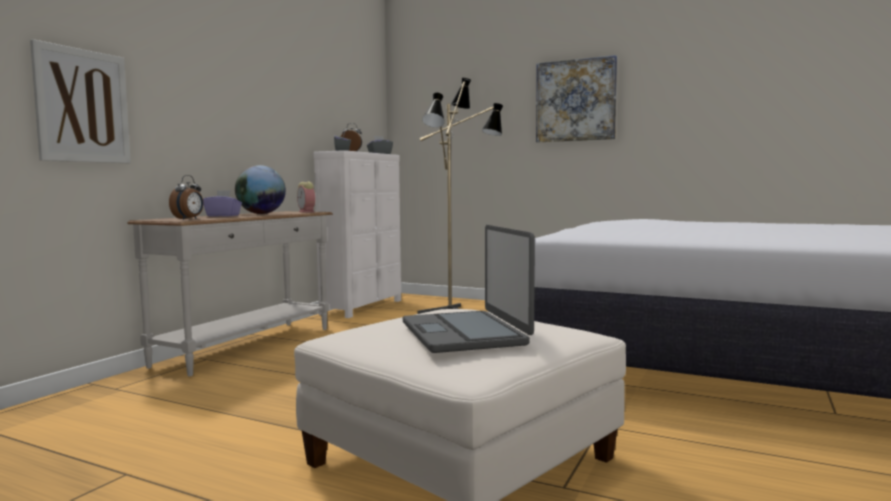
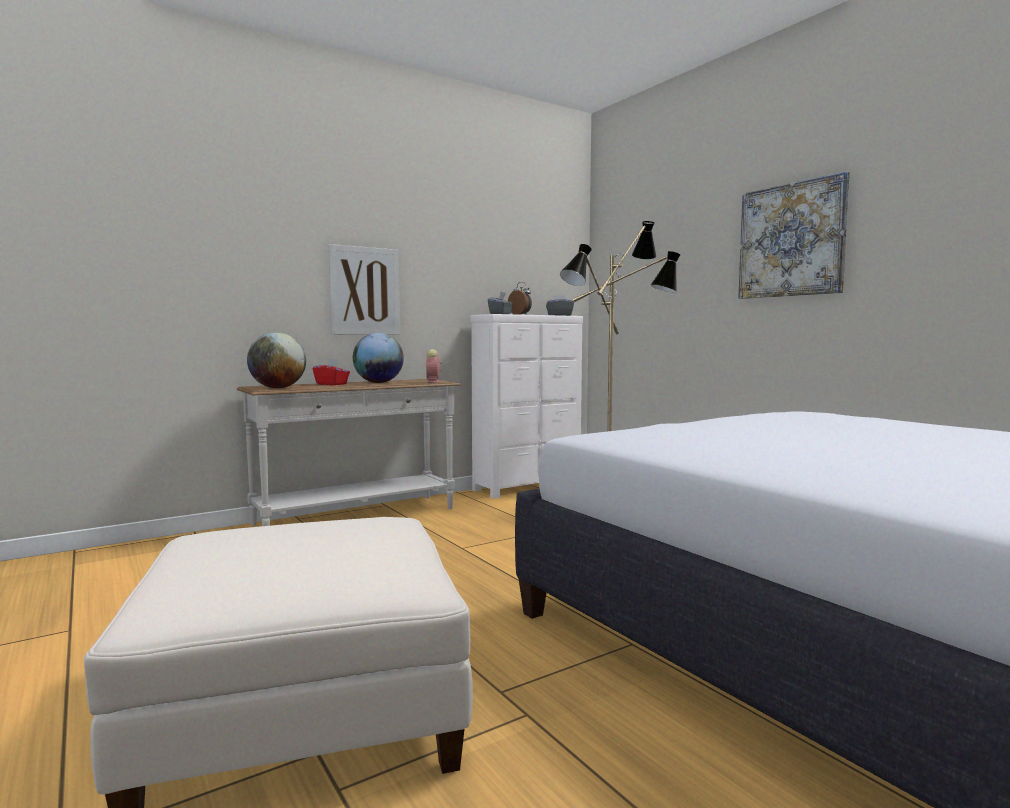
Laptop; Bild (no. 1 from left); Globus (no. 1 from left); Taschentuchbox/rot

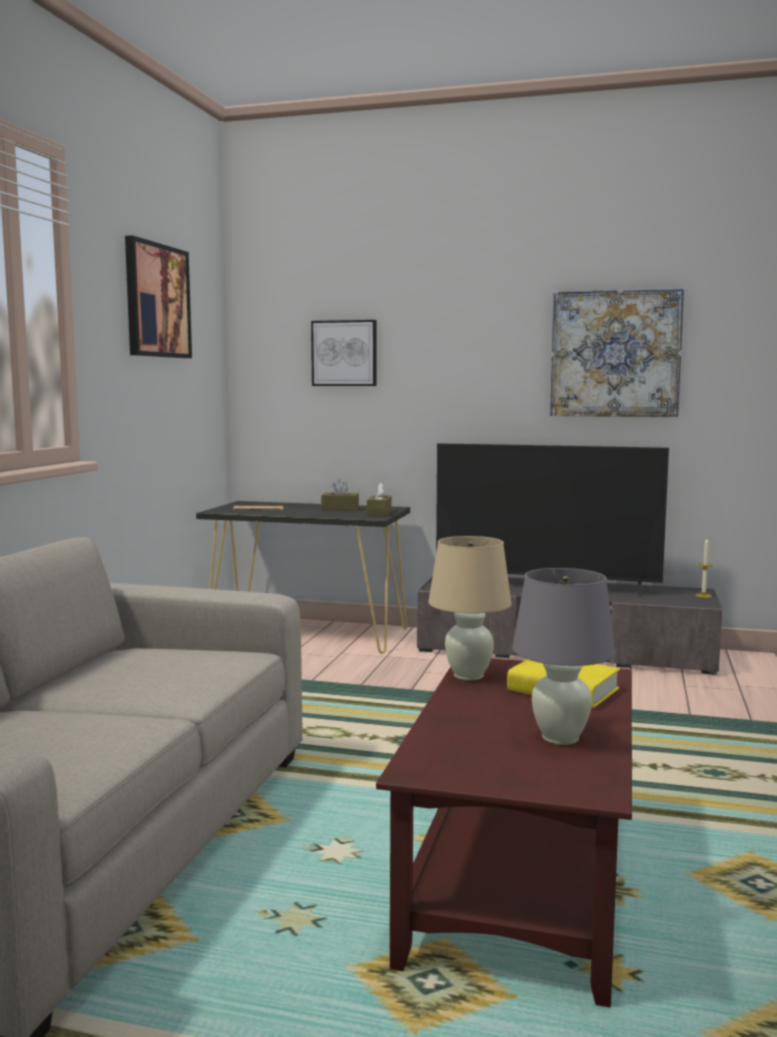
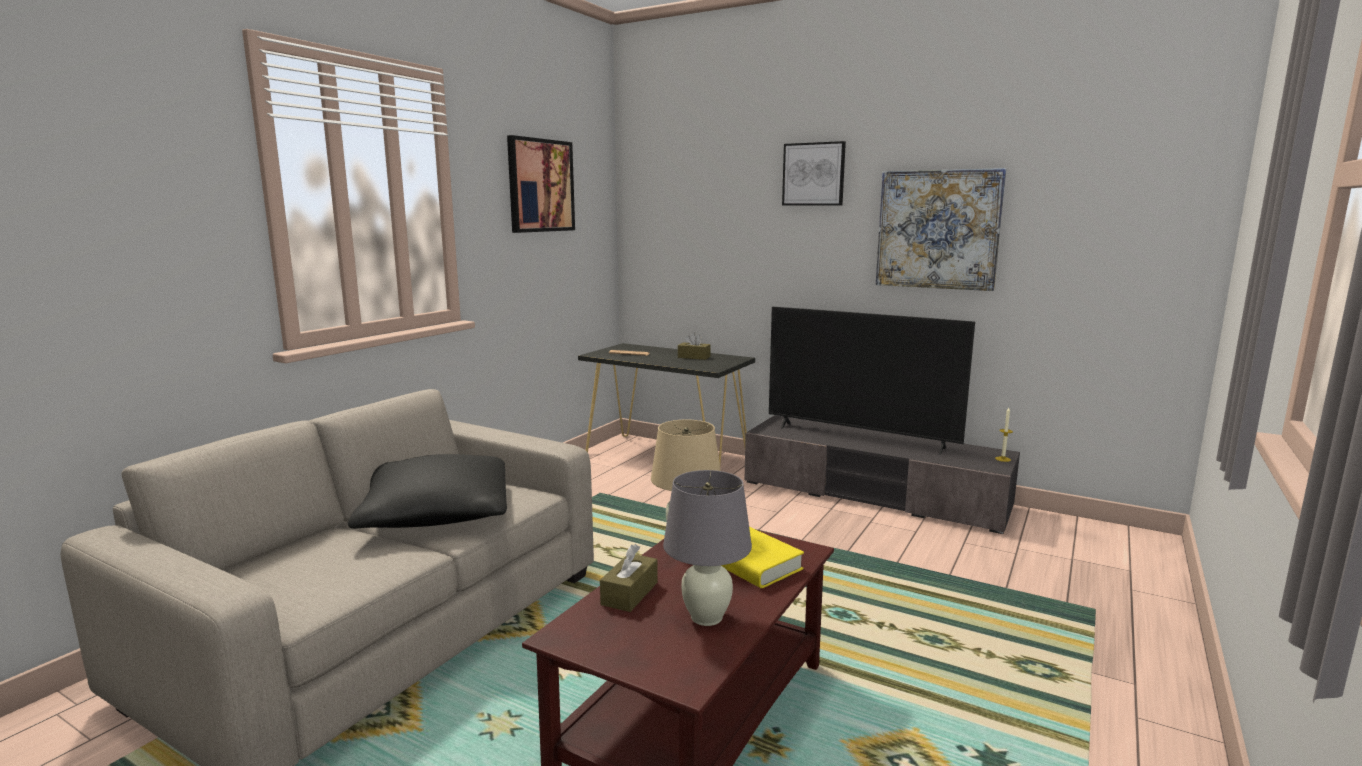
Kissen/schwarz; Bild (no. 2 from left); Taschentuchbox/braun (no. 1 from left)

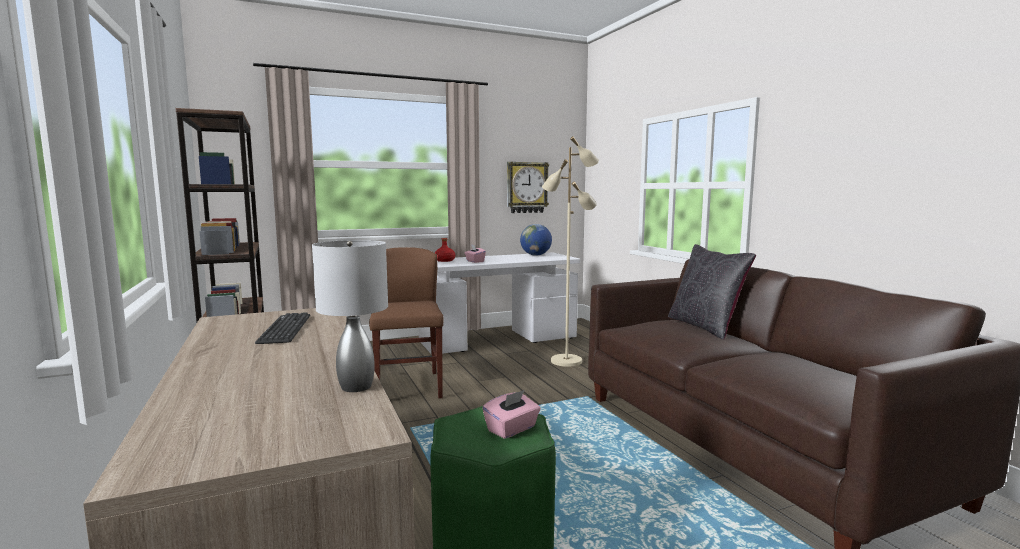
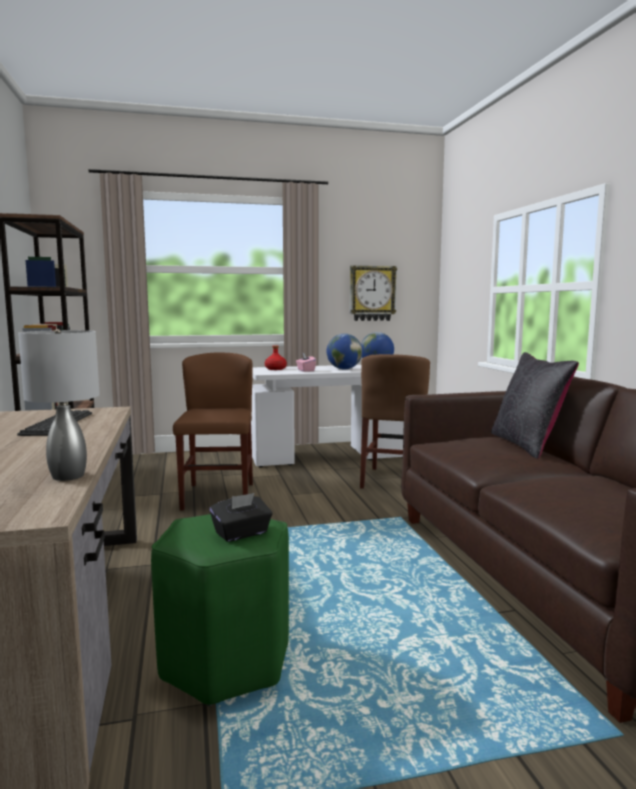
Globus (no. 1 from left); Stuhl/braun (no. 2 from left); Taschentuchbox/schwarz

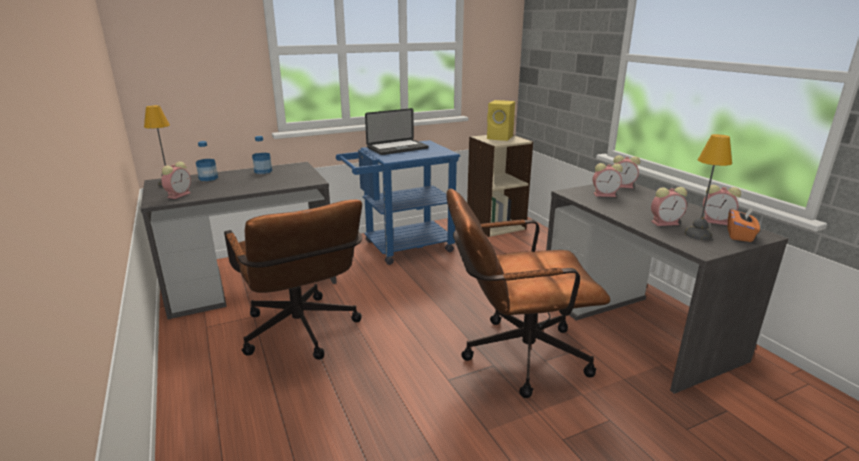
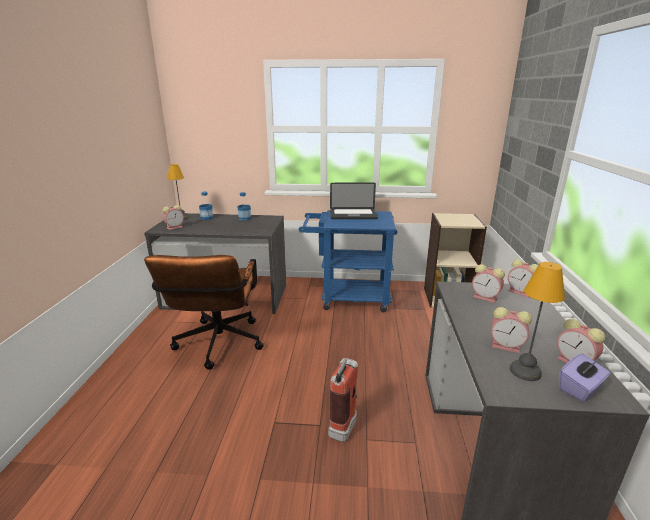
Lautsprecher/gelb; Feuerlöscher; Taschentuchbox/lila

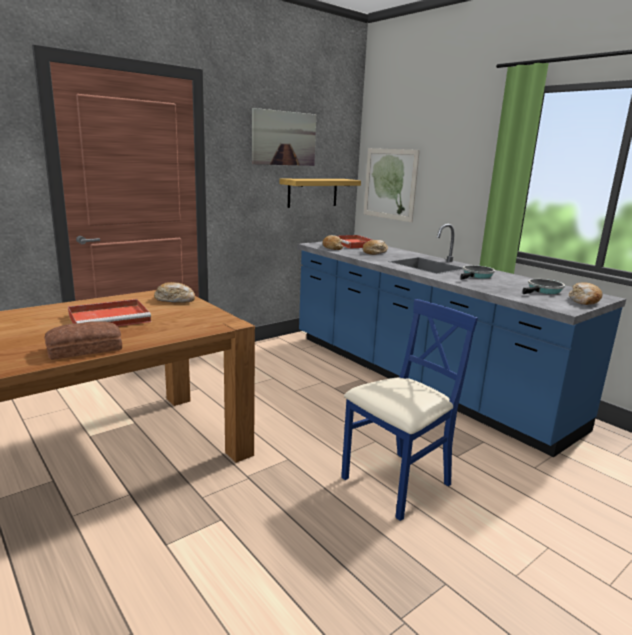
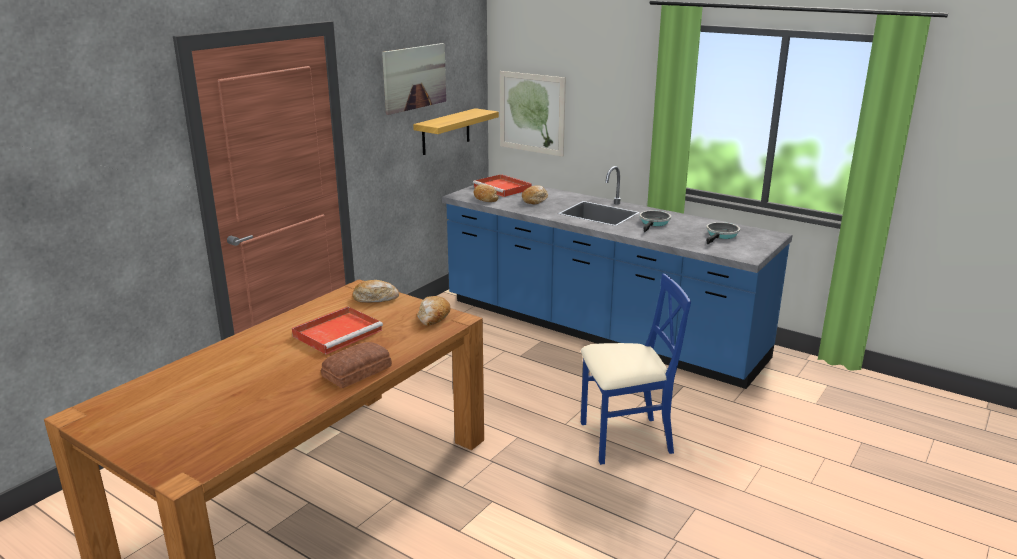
Brot (no. 3 from left); Stuhl/blau

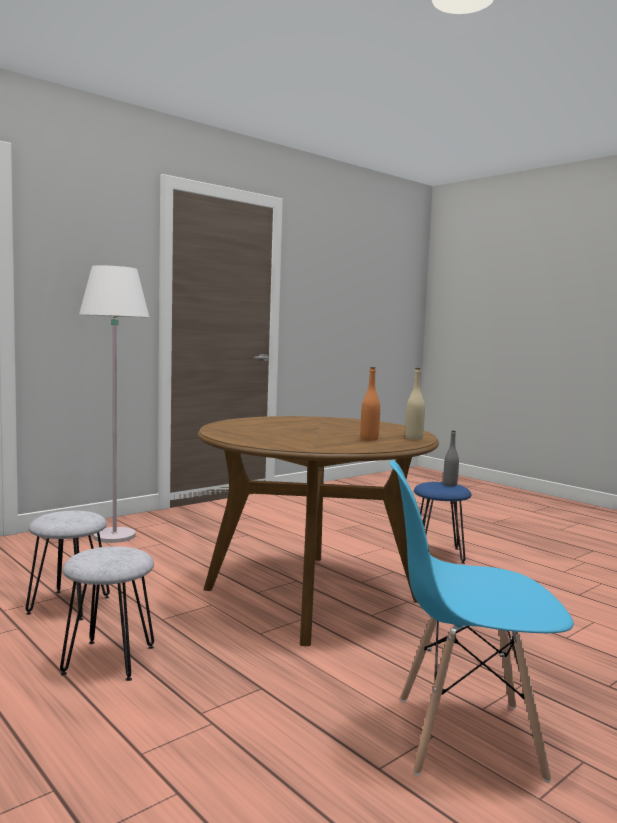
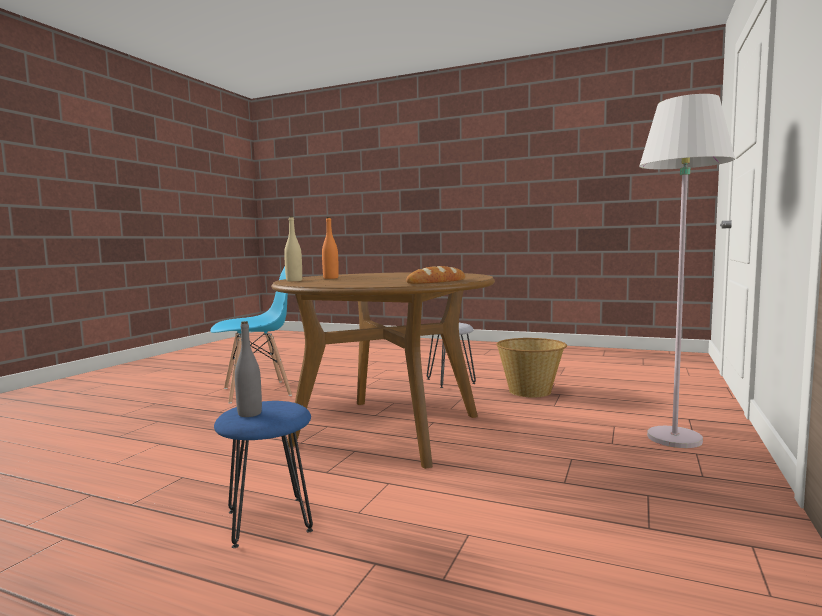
Brot; Korb

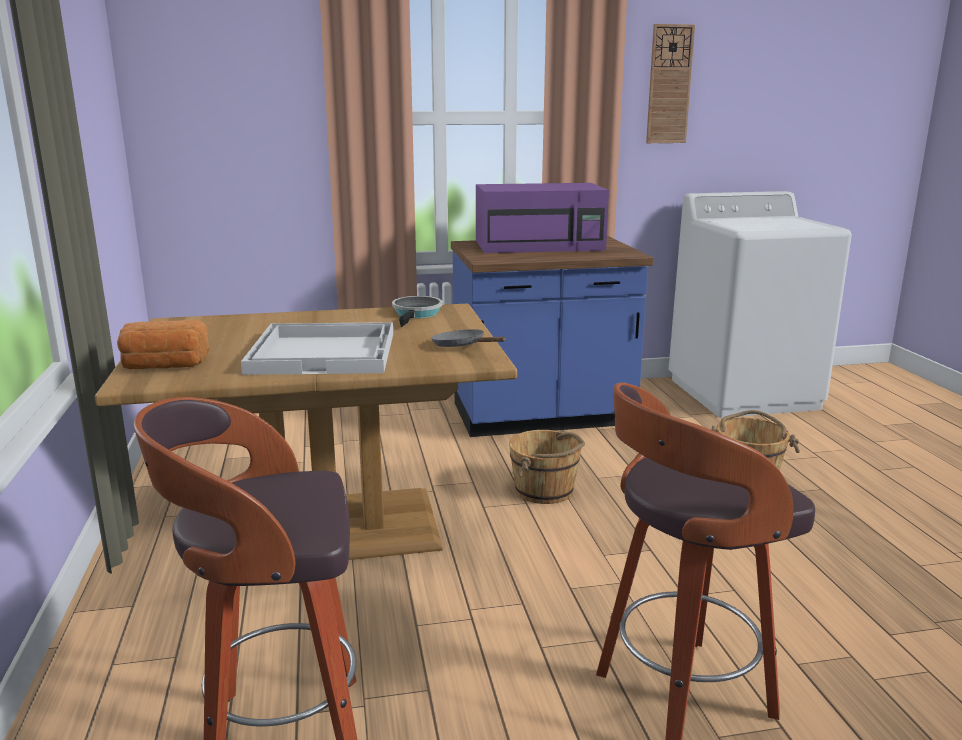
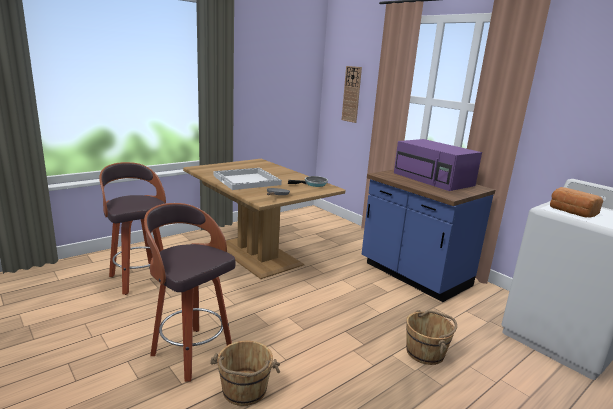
Brot; Eimer/braun (no. 1 from left); Wanduhr

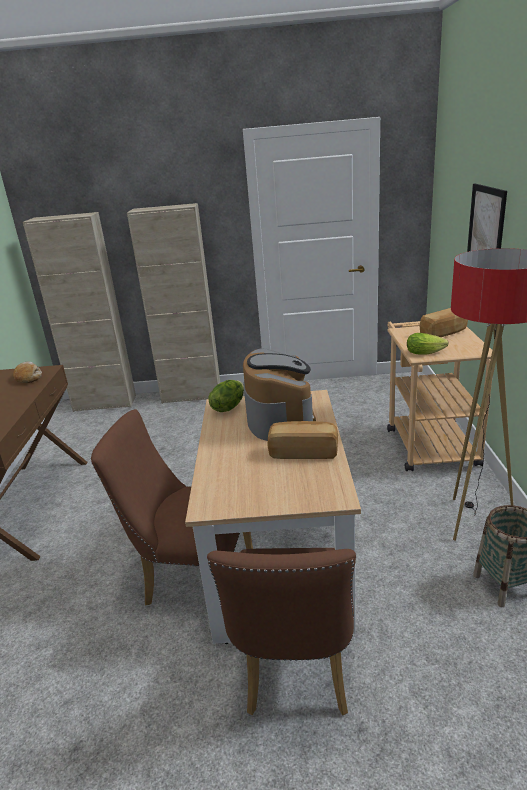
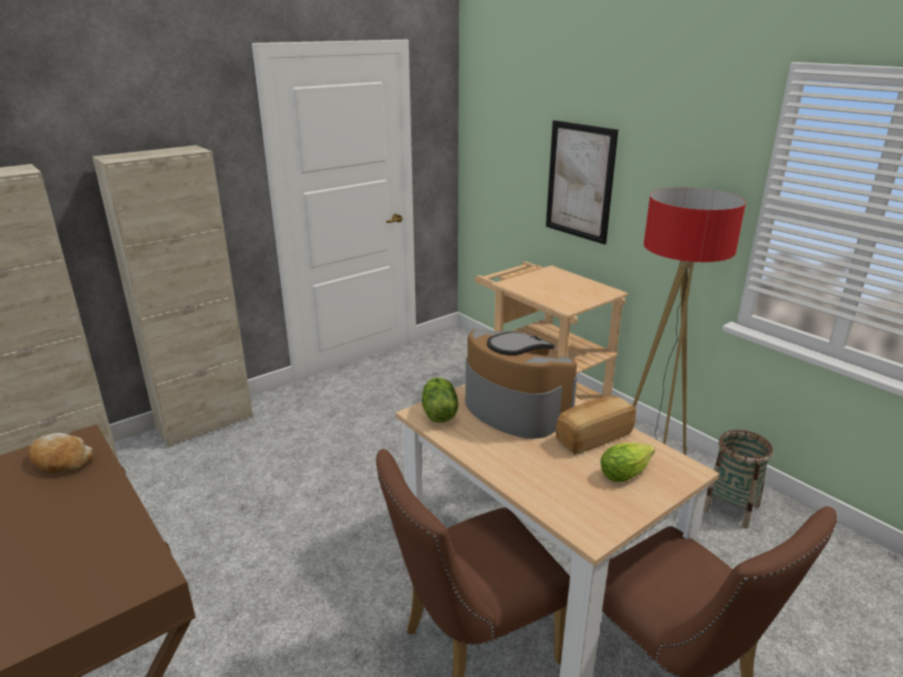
Brot (no. 3 from left in the first image); Salatkopf (no. 2 from left)

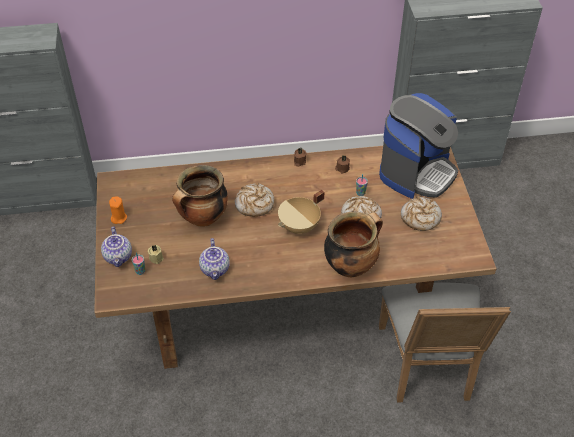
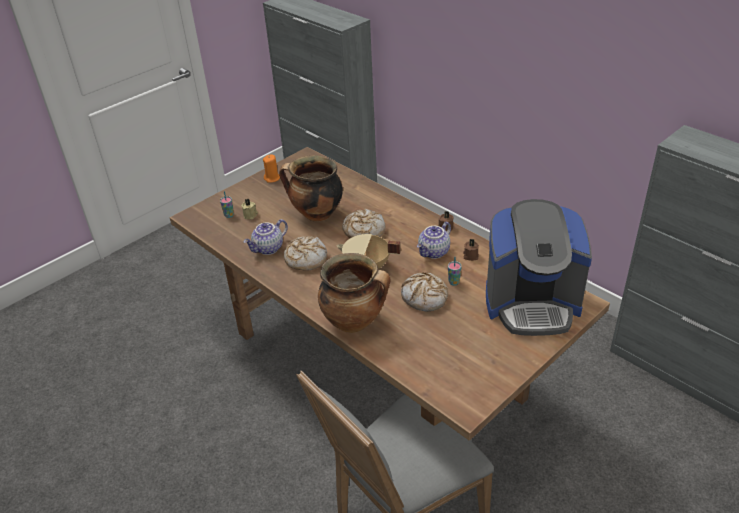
Teekanne (no. 2 from left); Brot (no. 1 from left)

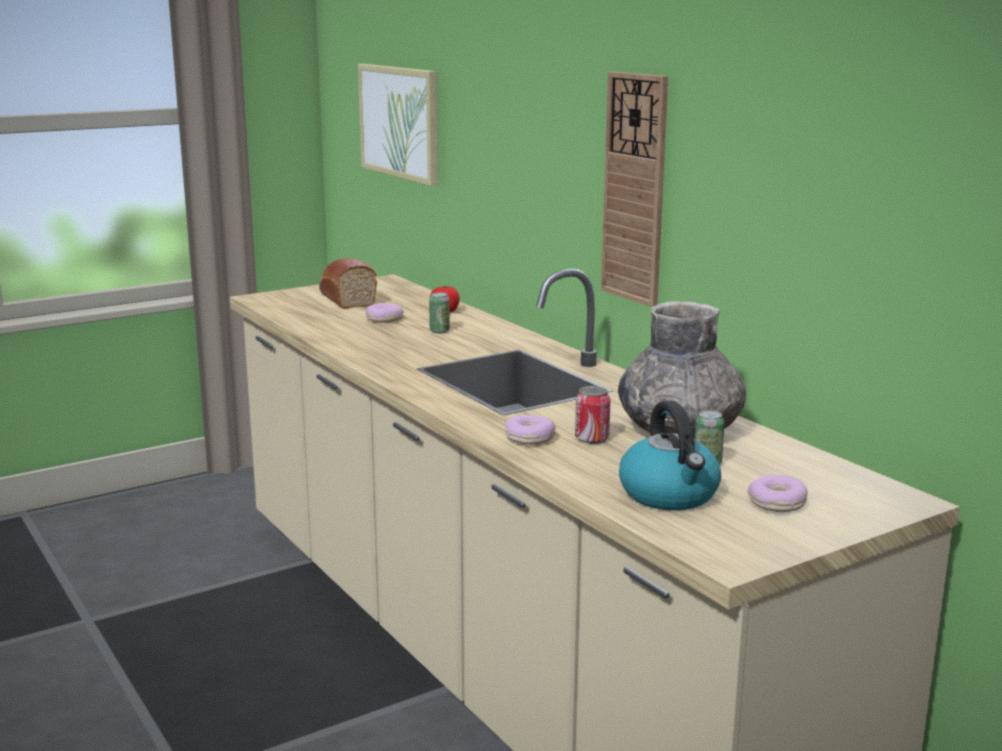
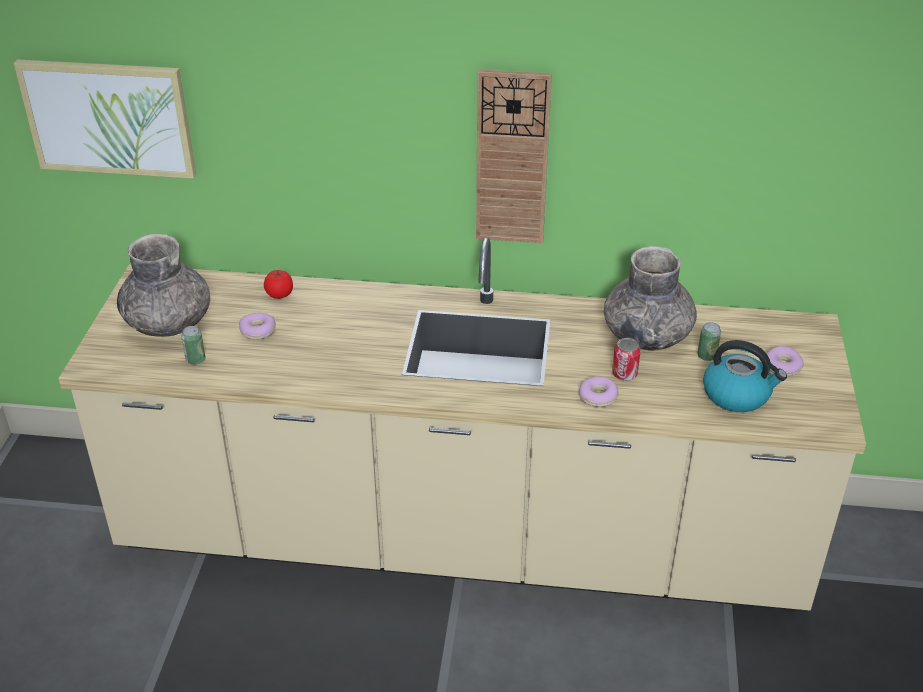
Dose (no. 1 from left); Vase/grau (no. 1 from left)

